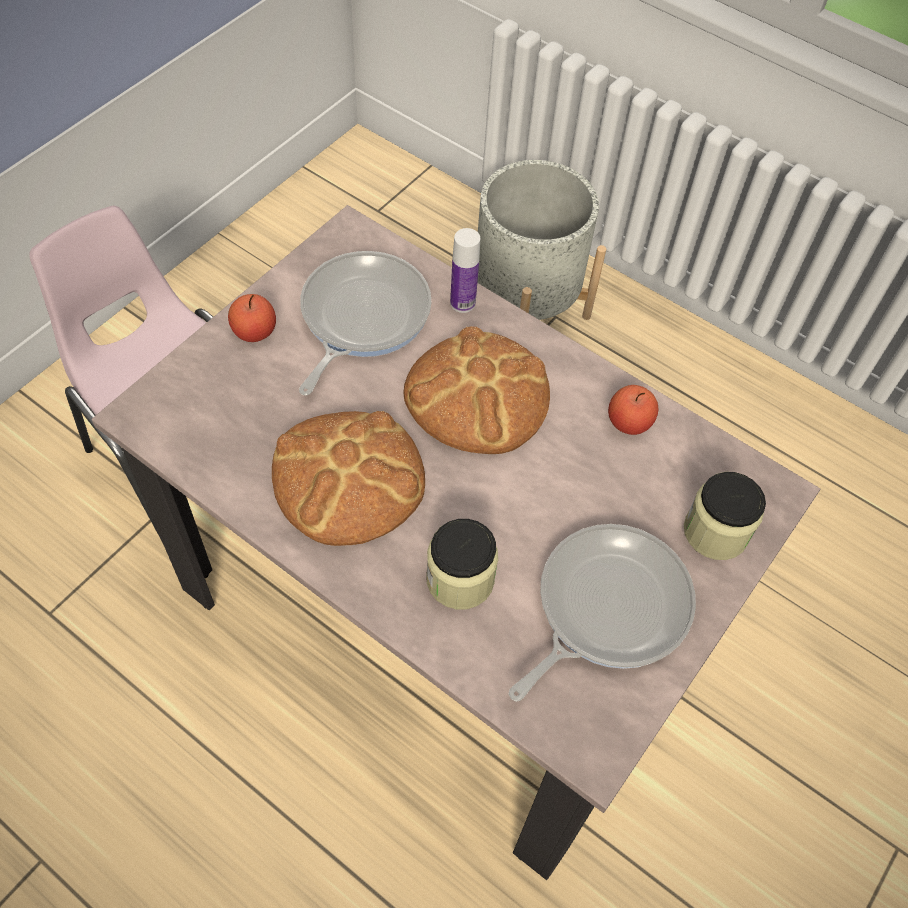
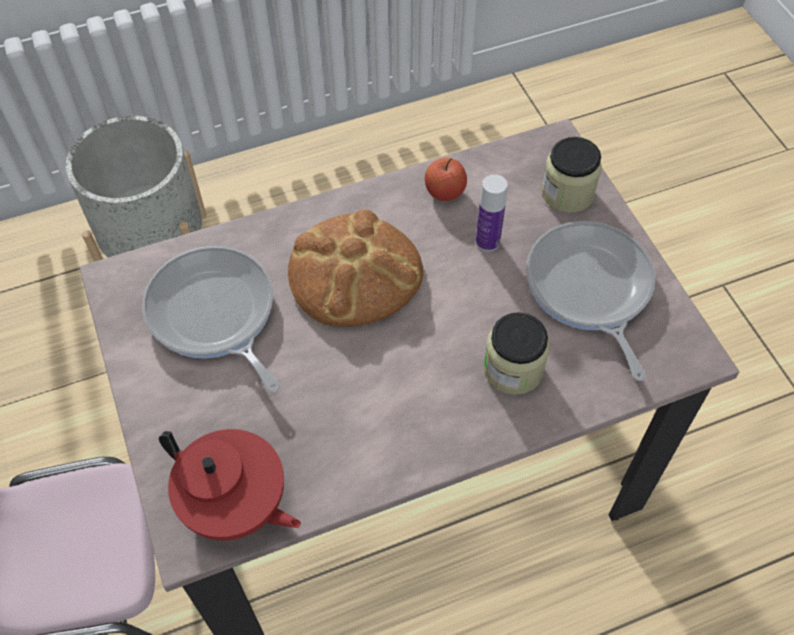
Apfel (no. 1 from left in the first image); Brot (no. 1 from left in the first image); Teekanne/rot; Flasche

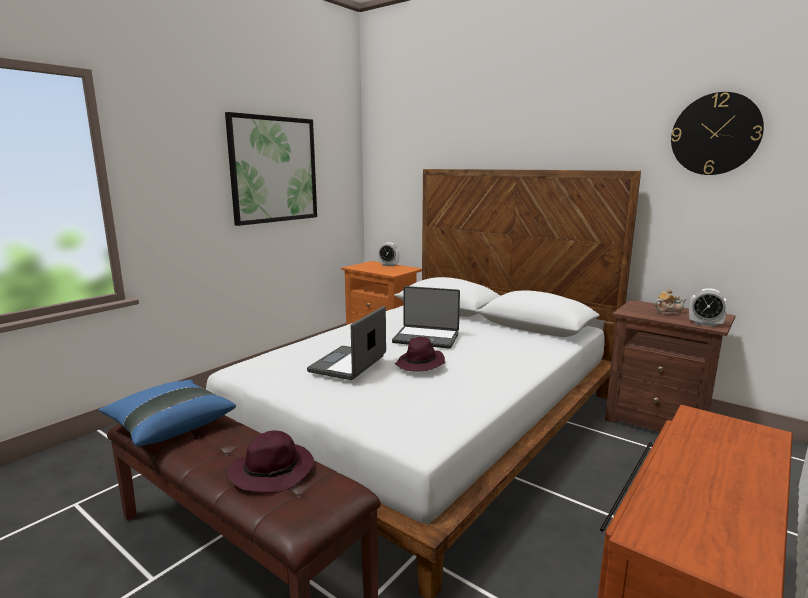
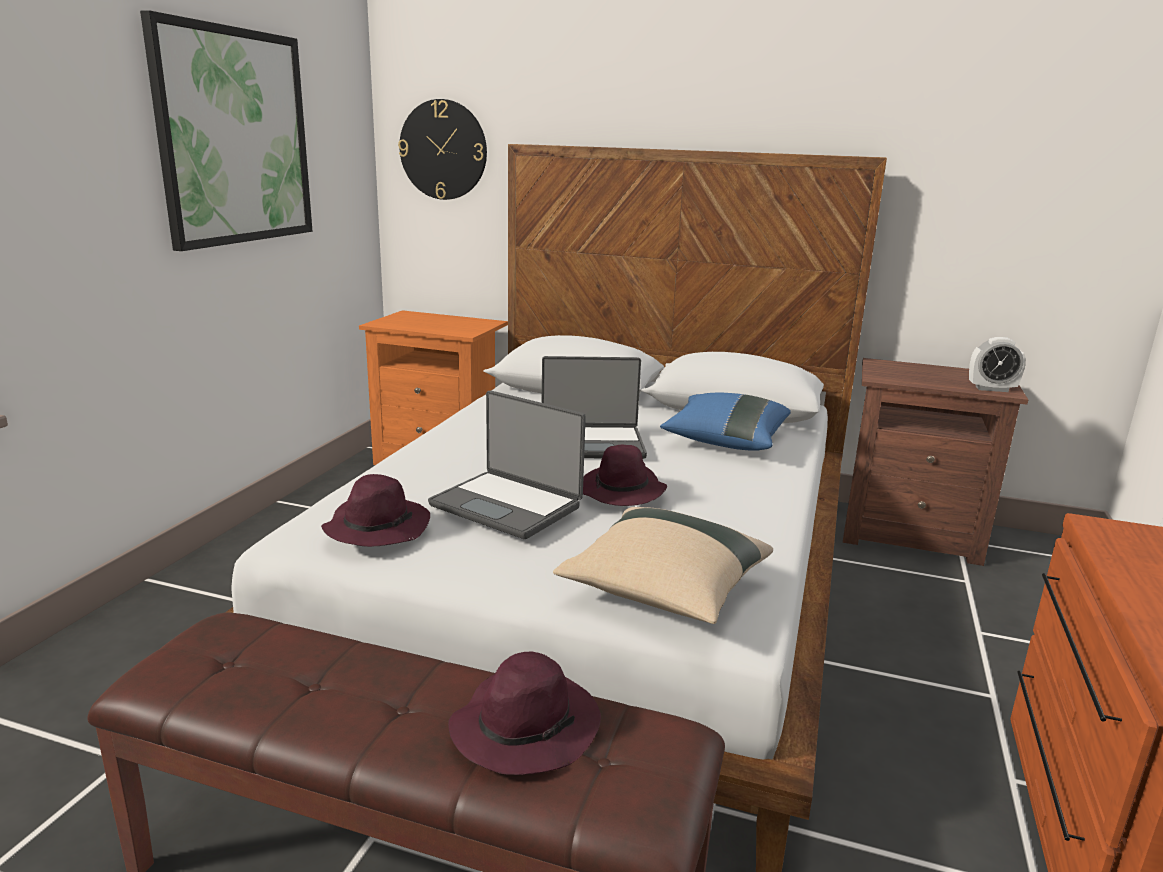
Wecker (no. 1 from left in the first image); Teekanne; Hut/lila (no. 1 from left); Kissen/beige; Kissen/blau; Wanduhr; Laptop (no. 1 from left)

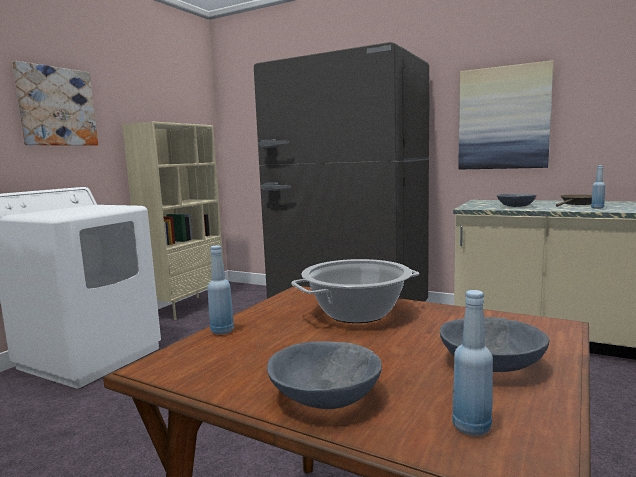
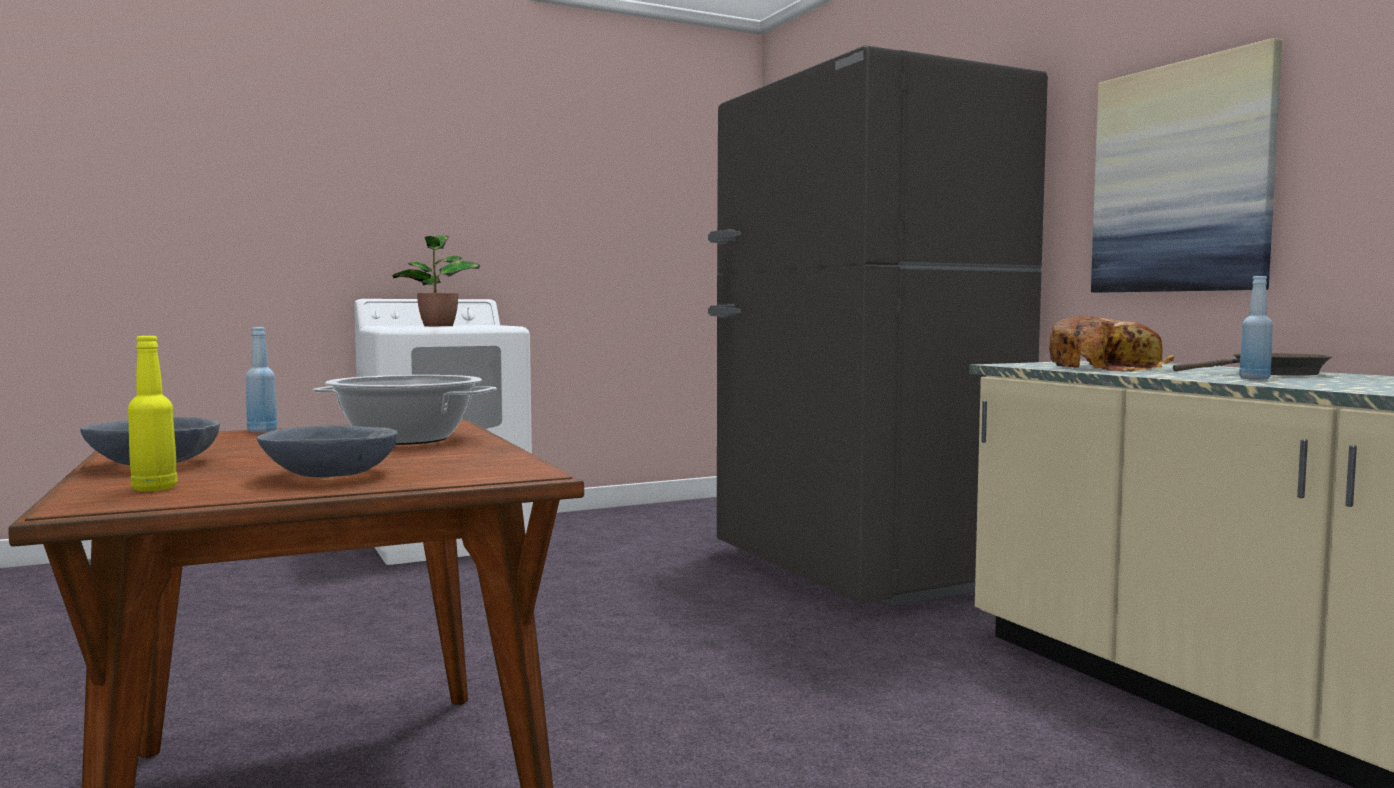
Bild (no. 1 from left in the first image); Bücherregal/beige; Topfpflanze; Brot; Flasche/gelb

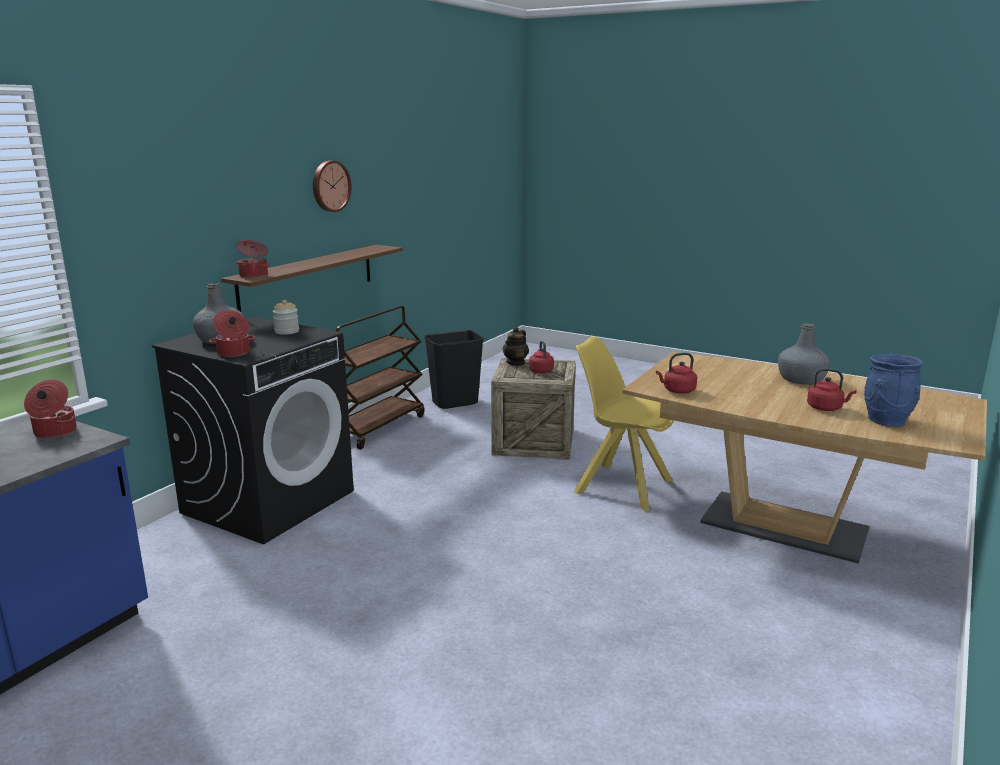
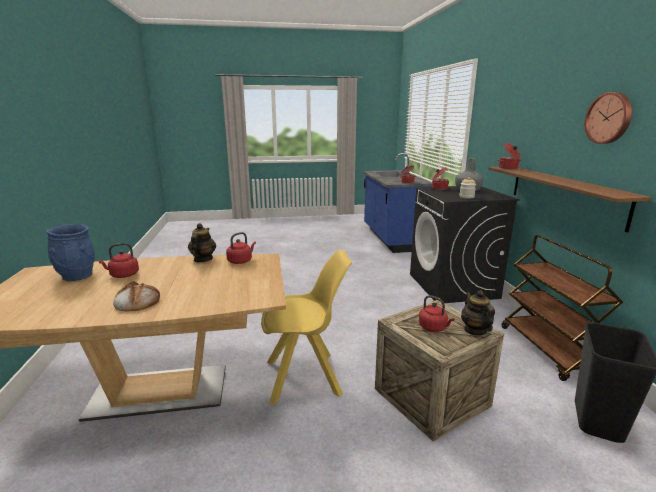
Teekanne (no. 1 from left); Brot

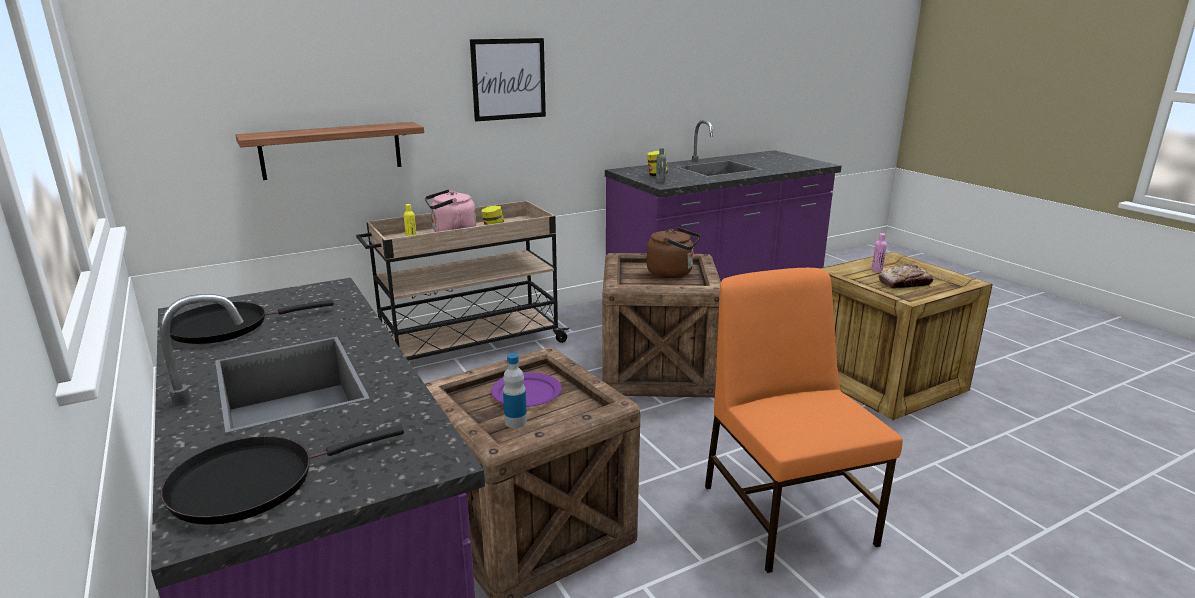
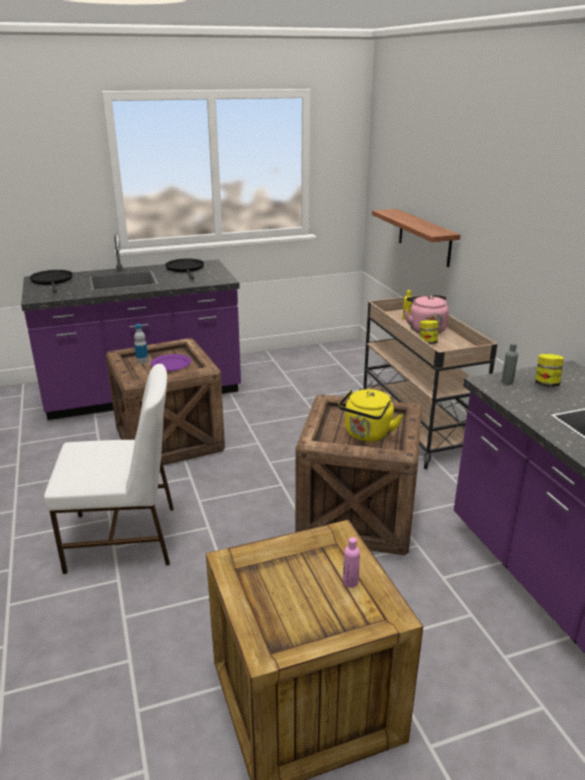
Bild; Brot; Wasserkessel/gelb; Stuhl/weiß

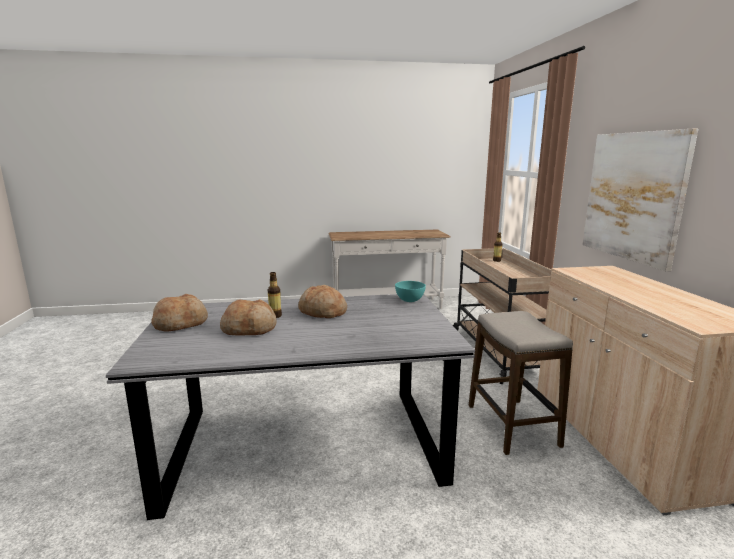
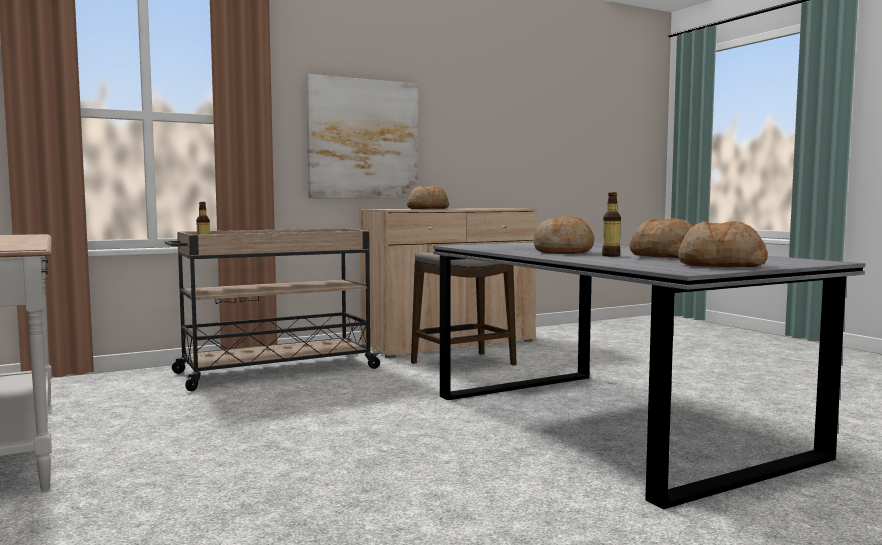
Schüssel/türkis; Brot (no. 1 from left)

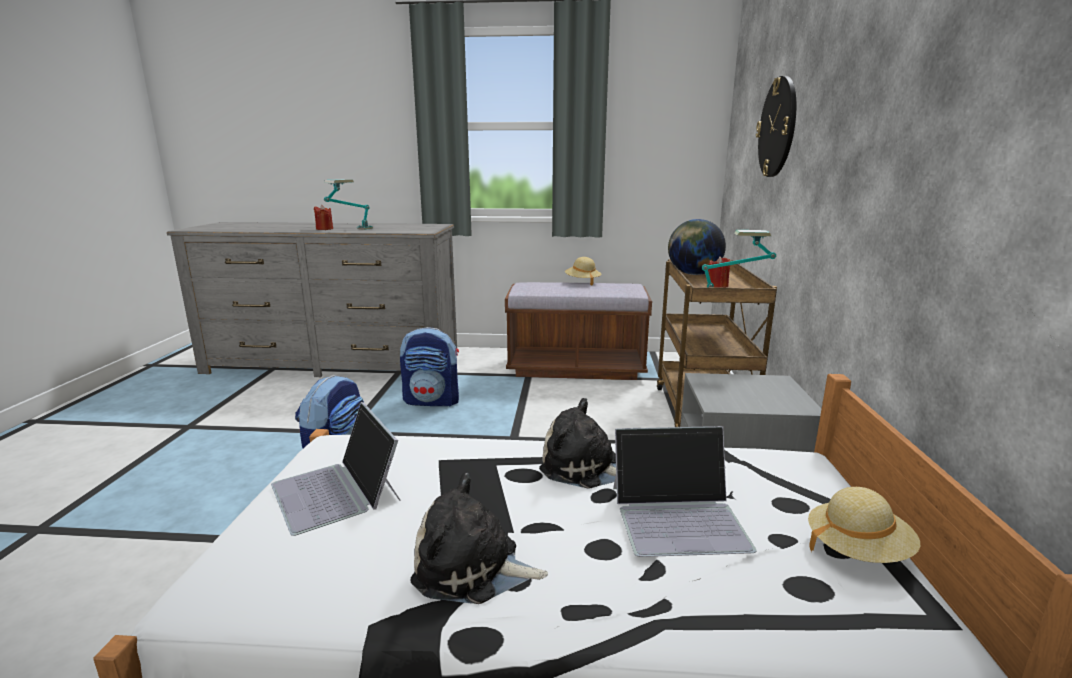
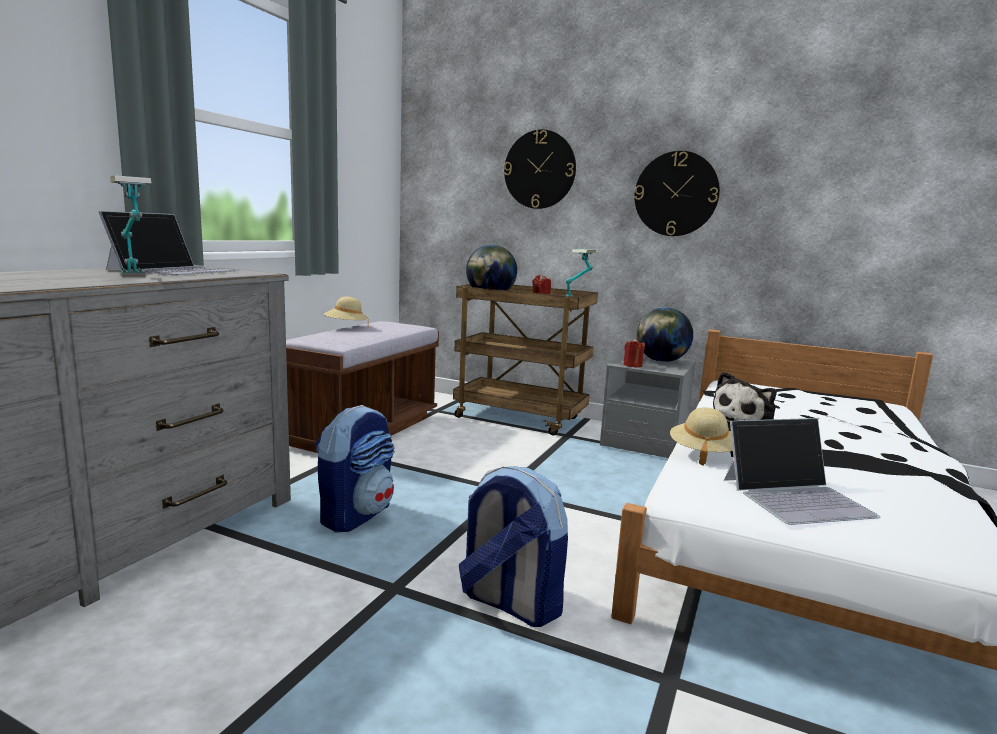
Plüschtier (no. 1 from left in the first image); Wanduhr (no. 2 from left); Globus (no. 2 from left); Kerze/rot (no. 2 from left); Laptop (no. 1 from left); Hut/beige (no. 2 from left)

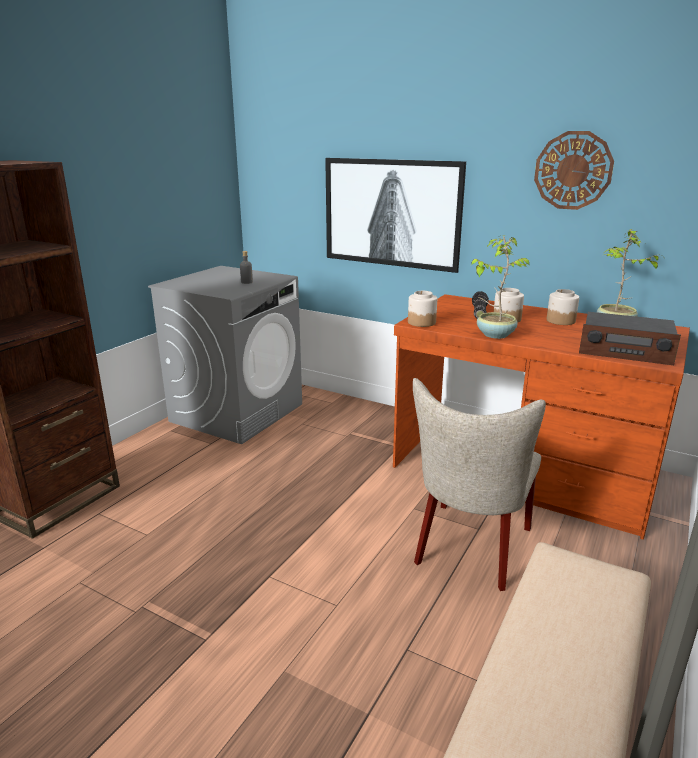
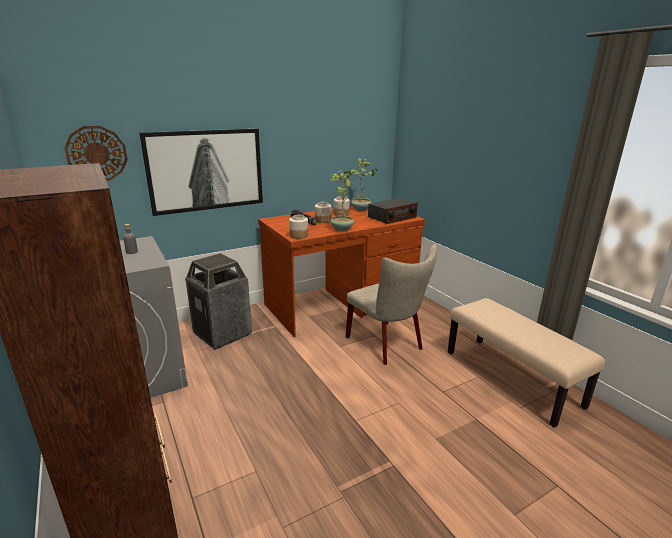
Mülleimer; Wanduhr

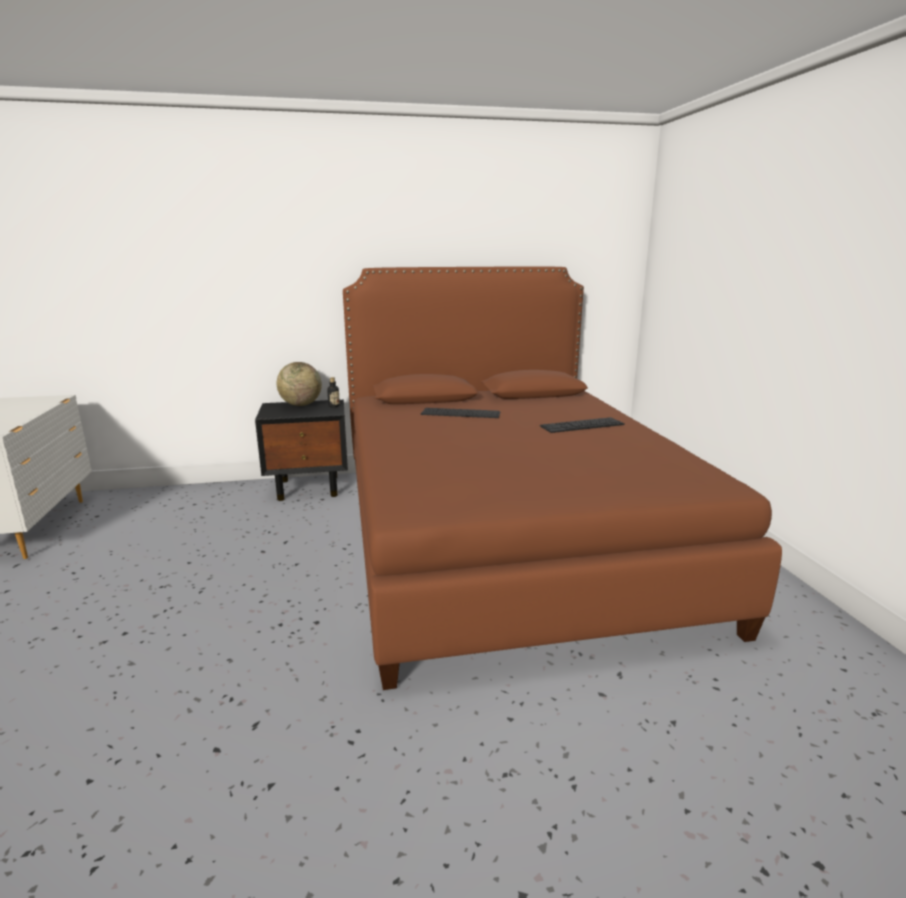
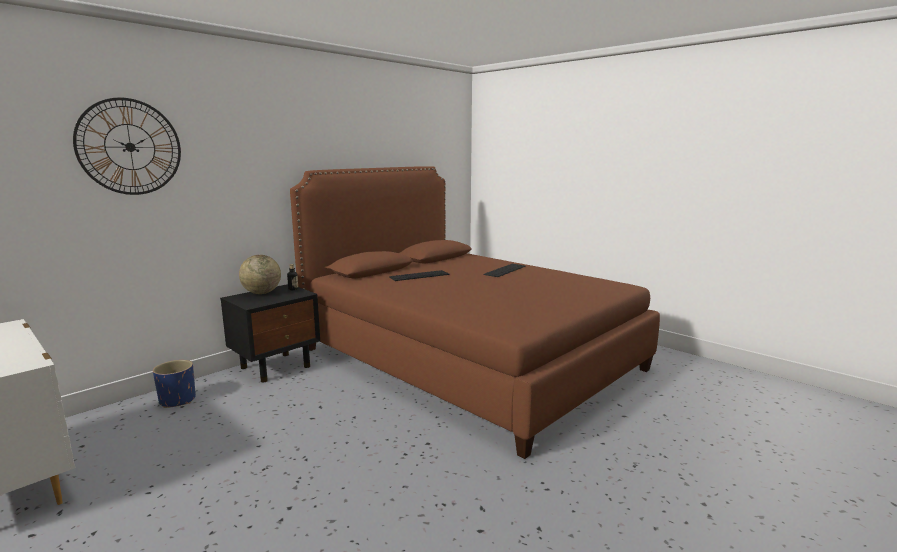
Wanduhr; Pflanzkübel/blau

